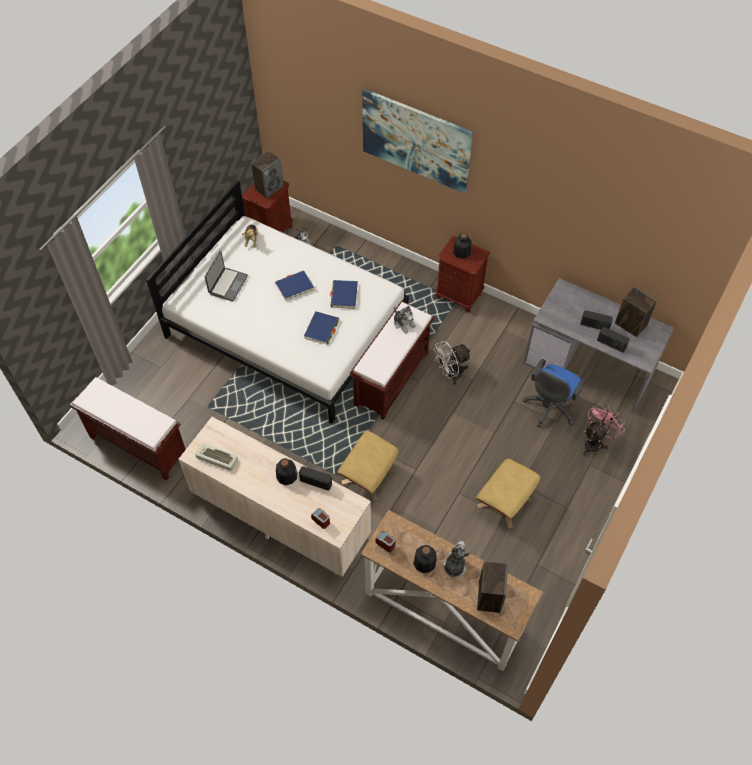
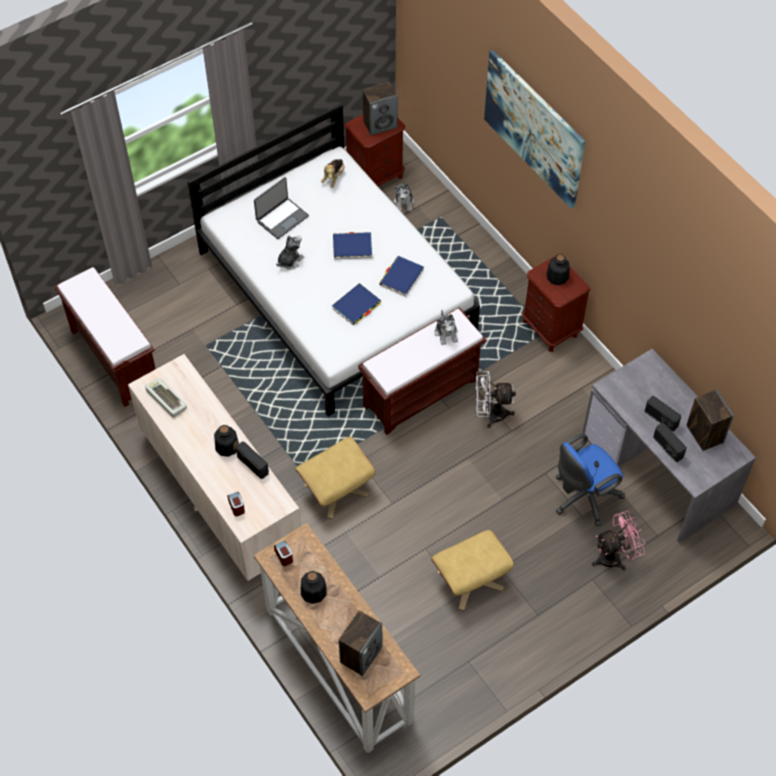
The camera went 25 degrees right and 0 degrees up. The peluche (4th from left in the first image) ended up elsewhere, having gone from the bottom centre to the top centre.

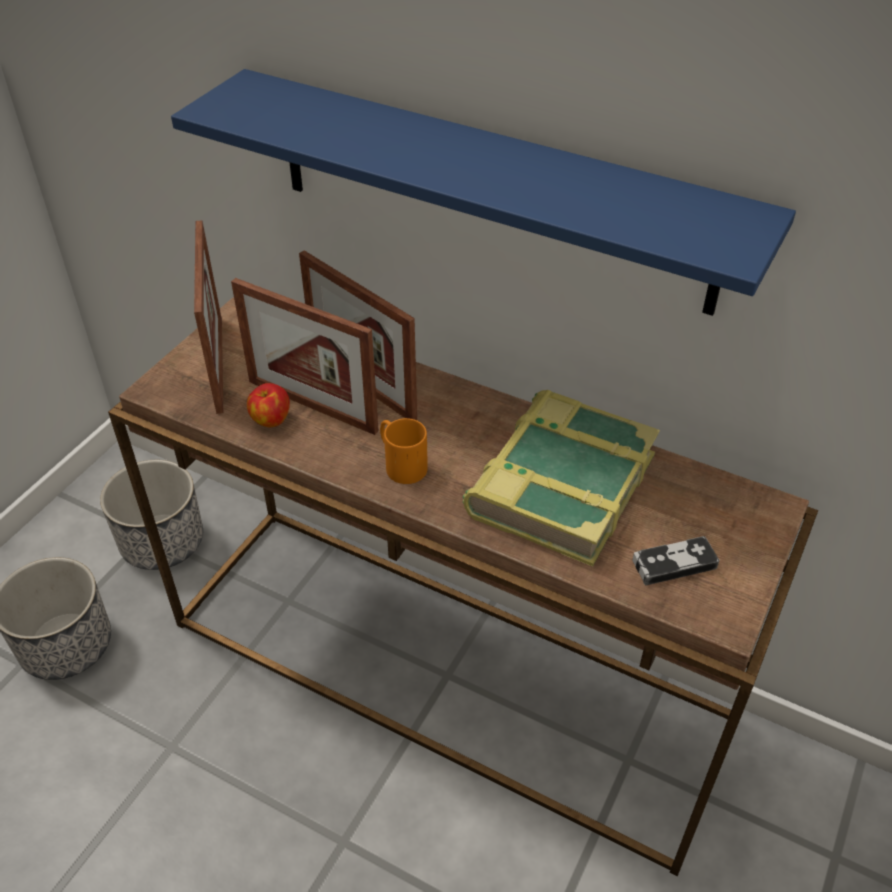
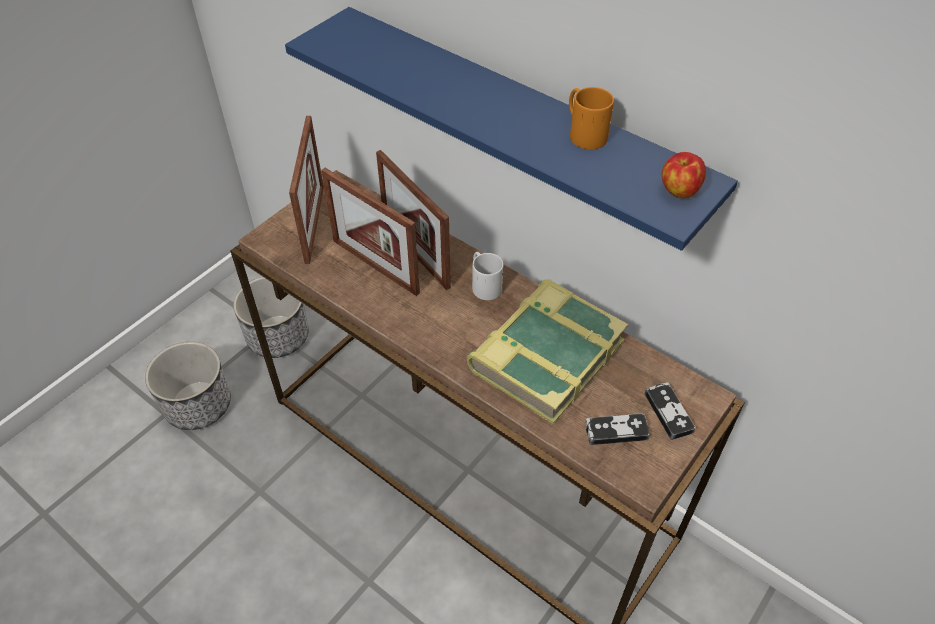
The camera went 10 degrees right and 5 degrees up. The pomme ended up elsewhere, having gone from the middle left to the top right. The mug (orange) ended up elsewhere, having gone from the centre to the top centre. The second view gained the mug (blanc) at the centre. The second view gained the manette (2nd from left) at the middle right.

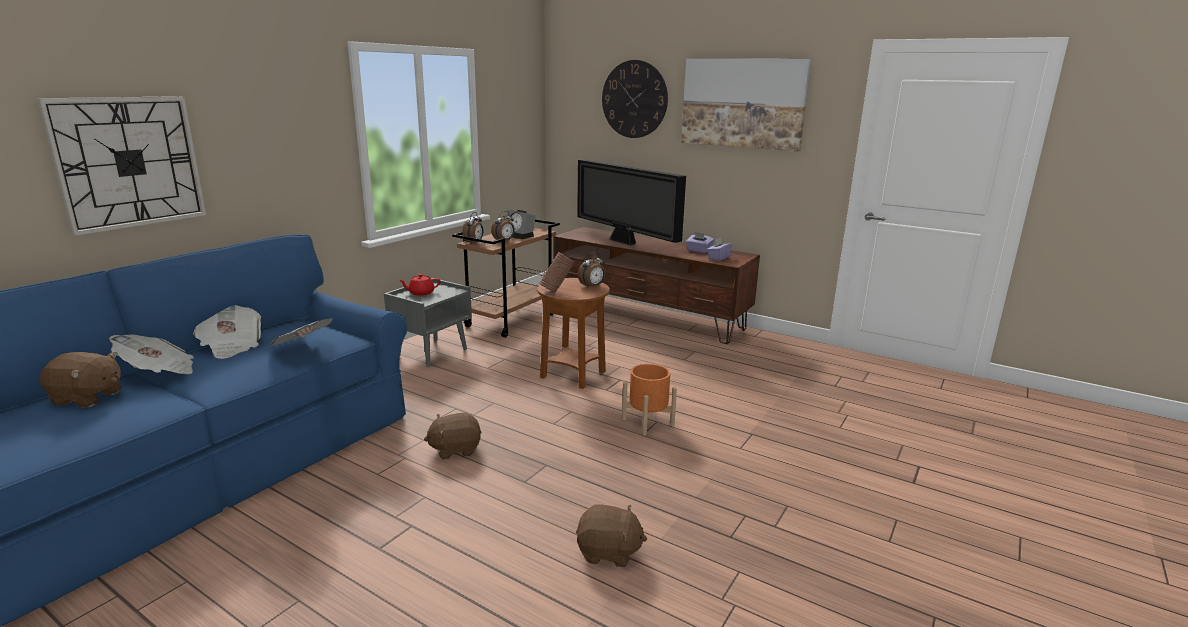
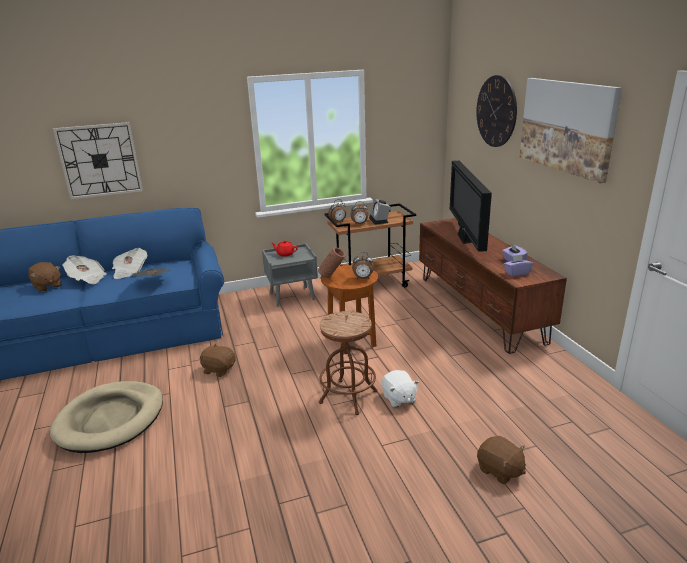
The camera went 40 degrees right and 5 degrees up. The peluche (marron) (3rd from left) ended up elsewhere, having gone from the bottom centre to the bottom right. Where the cache-pot (orange) stood at the centre, the tabouret (marron) came to stand at the centre. The second view gained the panier pour chien (beige) at the bottom left. The second view gained the peluche (blanc) at the bottom centre.

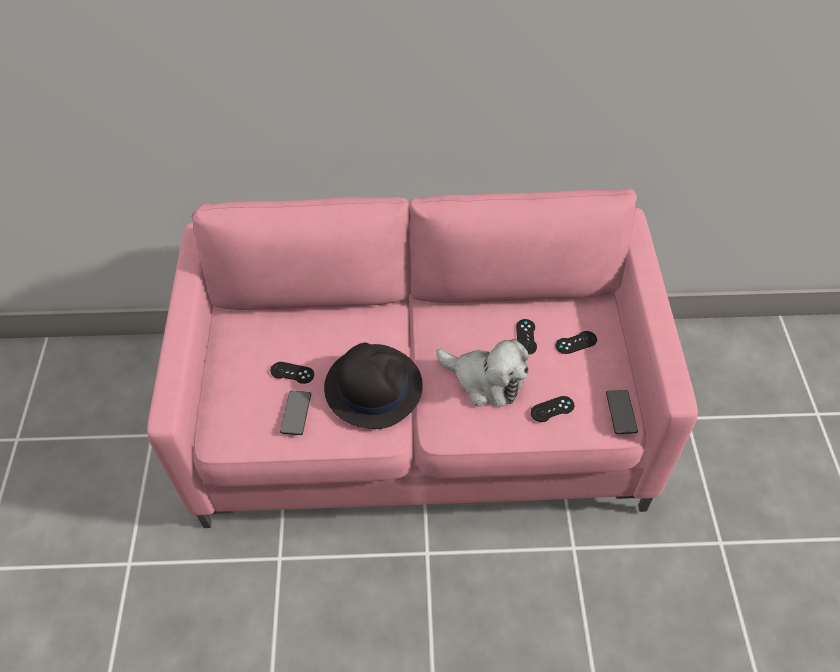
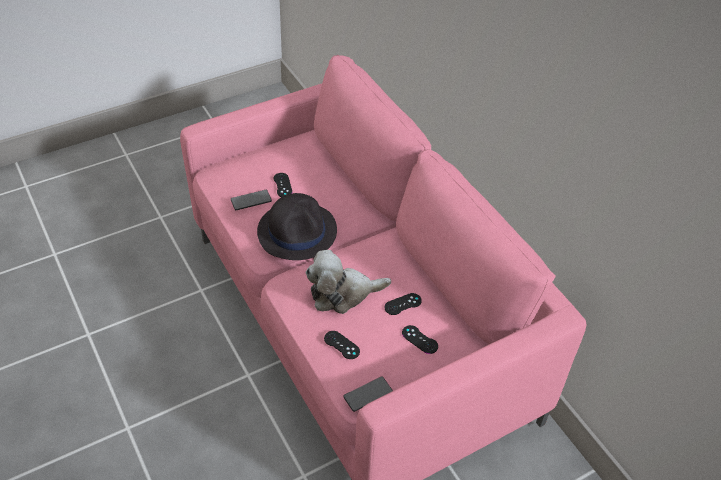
The camera went 60 degrees right and 5 degrees down. The peluche at the centre ended up facing another way, 75 degrees clockwise from before.

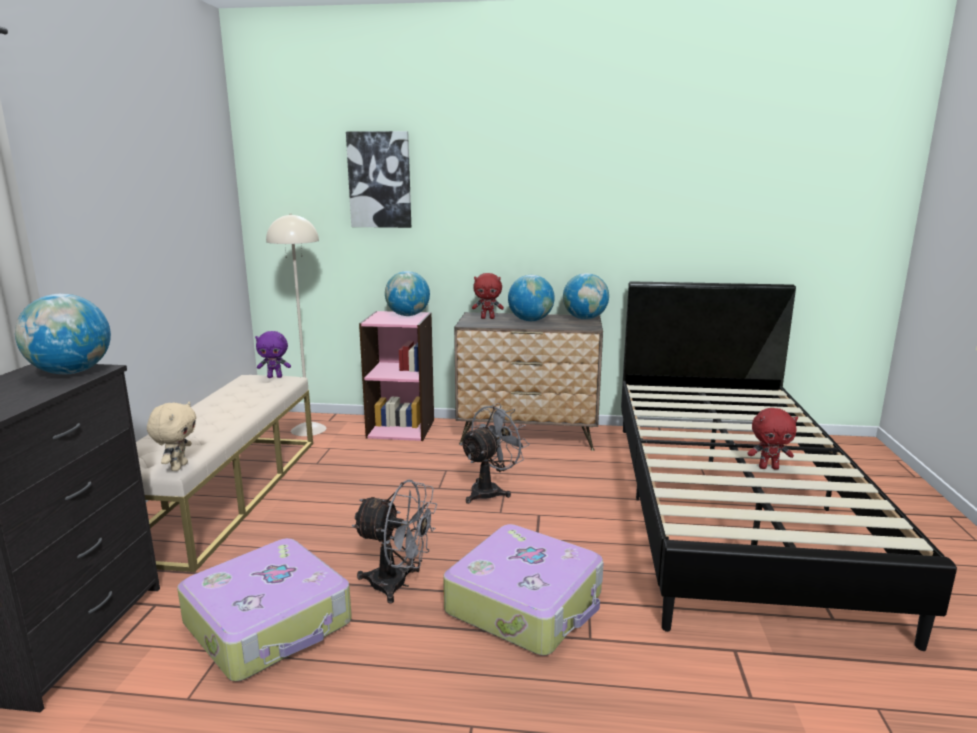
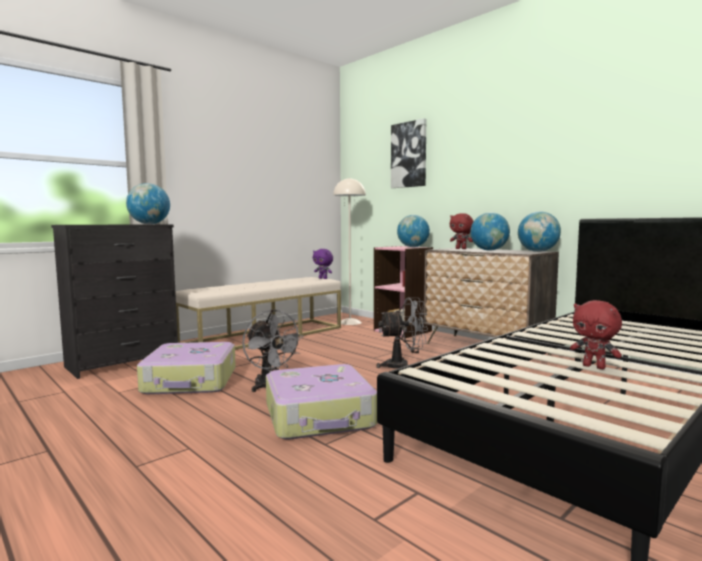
The camera went 40 degrees right and 10 degrees down. The second view lost the peluche (beige) at the middle left.

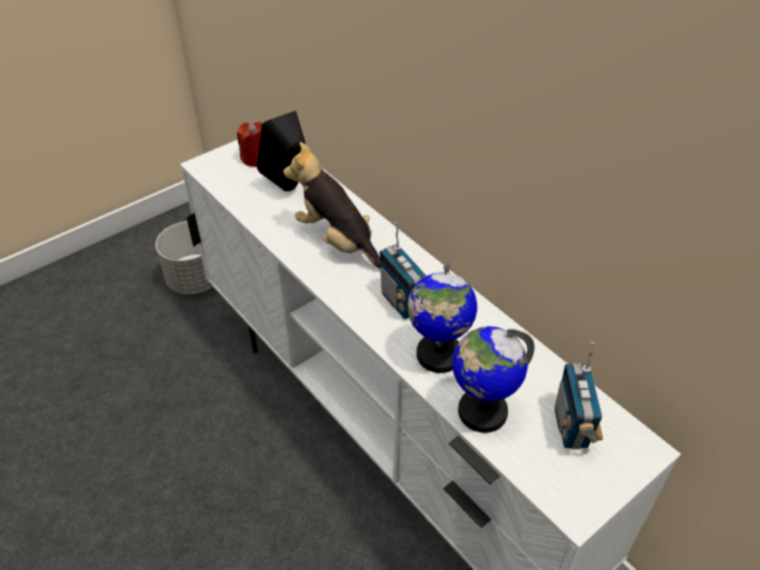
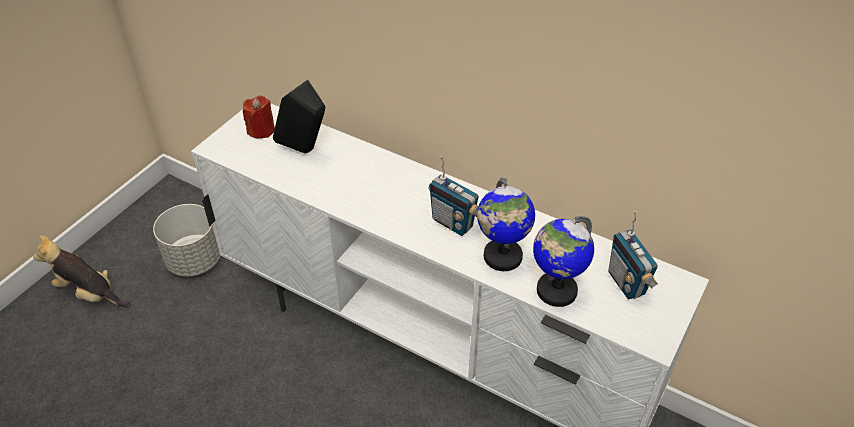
The camera went 20 degrees left and 0 degrees up. The peluche ended up elsewhere, having gone from the centre to the middle left.

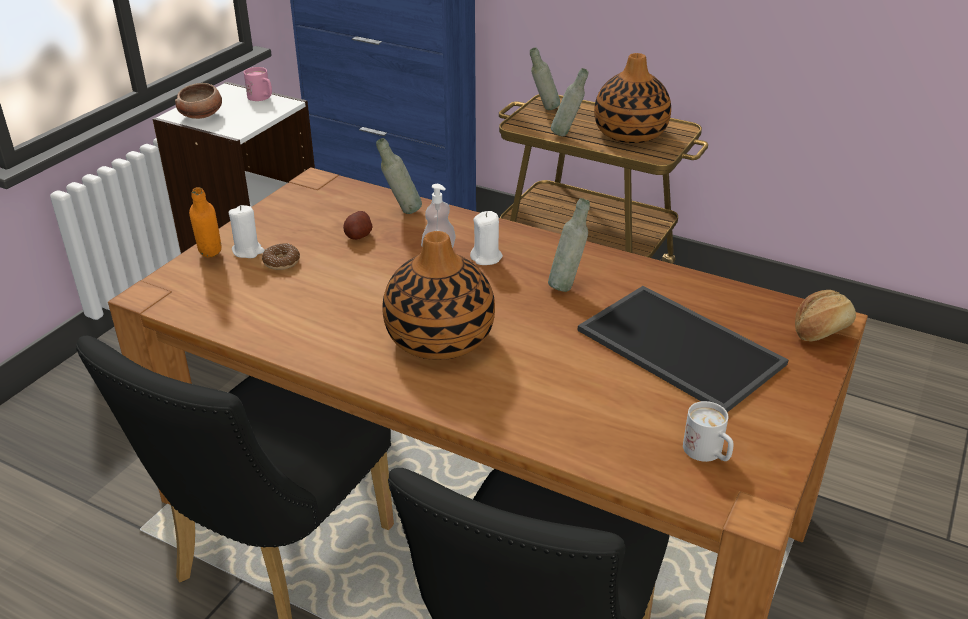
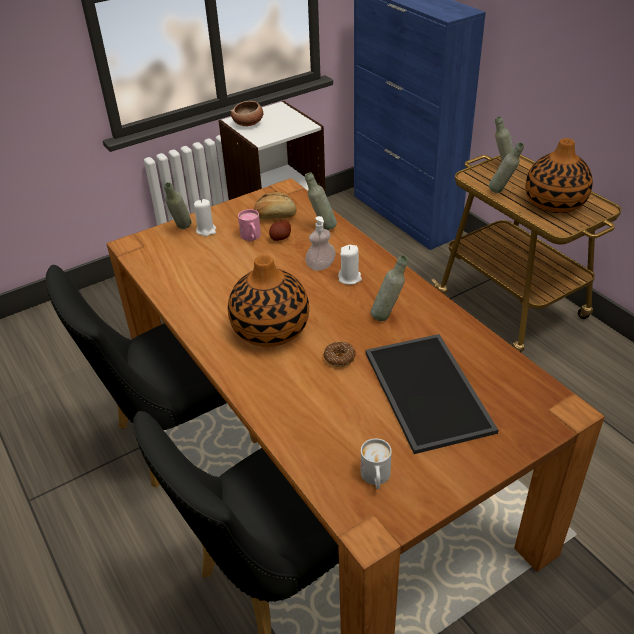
The camera went 30 degrees right and 5 degrees up. What was the bouteille (orange) at the middle left turned into the bouteille (gris) (1st from left) at the top left. The mug (rose) ended up elsewhere, having gone from the top left to the centre. The beignet ended up elsewhere, having gone from the middle left to the centre. The pain ended up elsewhere, having gone from the middle right to the top centre.

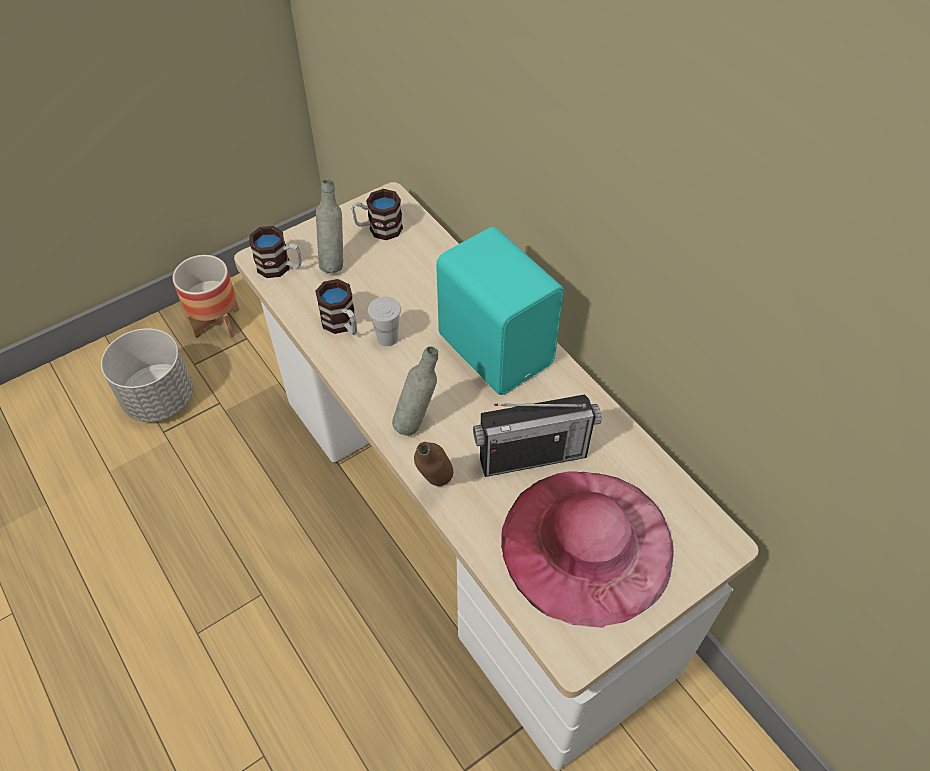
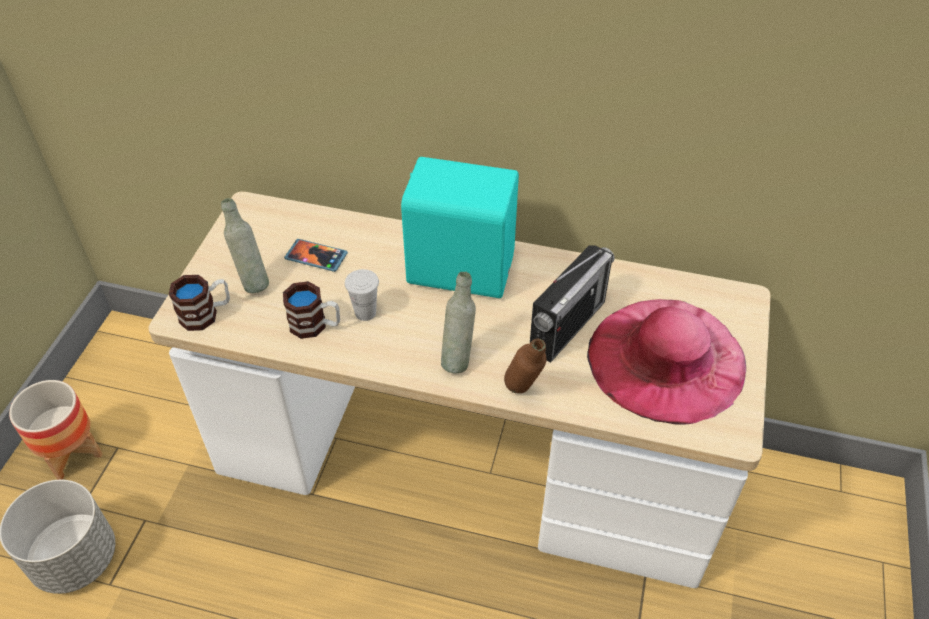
The camera went 40 degrees left and 5 degrees down. The second view lost the mug (3rd from left) at the top centre. The second view gained the téléphone at the centre.

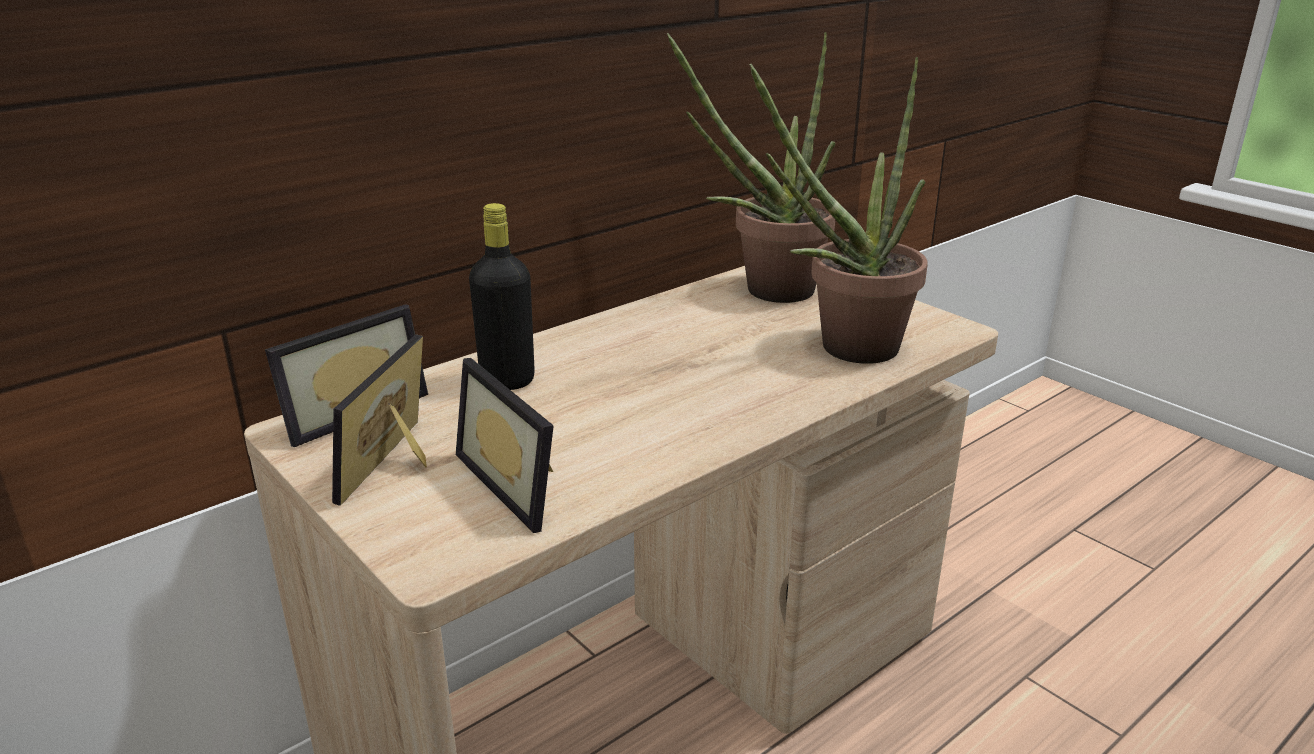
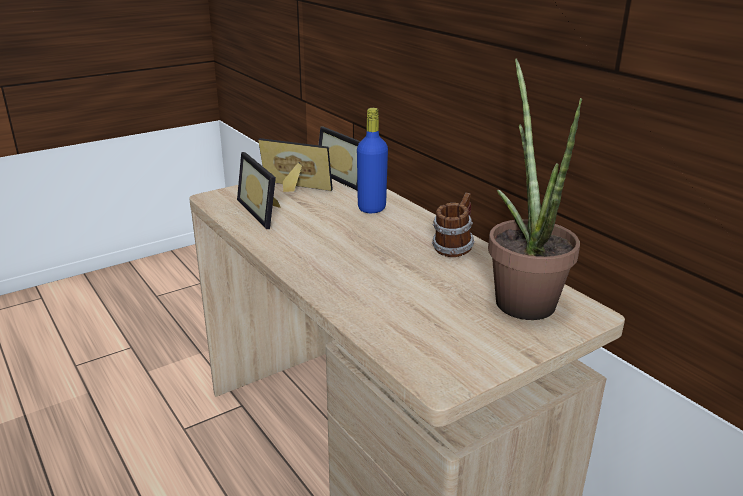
The camera went 95 degrees right and 0 degrees up. The cadre photo (3rd from left in the first image) at the centre ended up facing another way, 90 degrees counterclockwise from before. What was the bouteille (noir) at the centre turned into the bouteille (bleu) at the top centre. The second view lost the plante en pot (2nd from left) at the top centre. The second view gained the mug at the centre.

